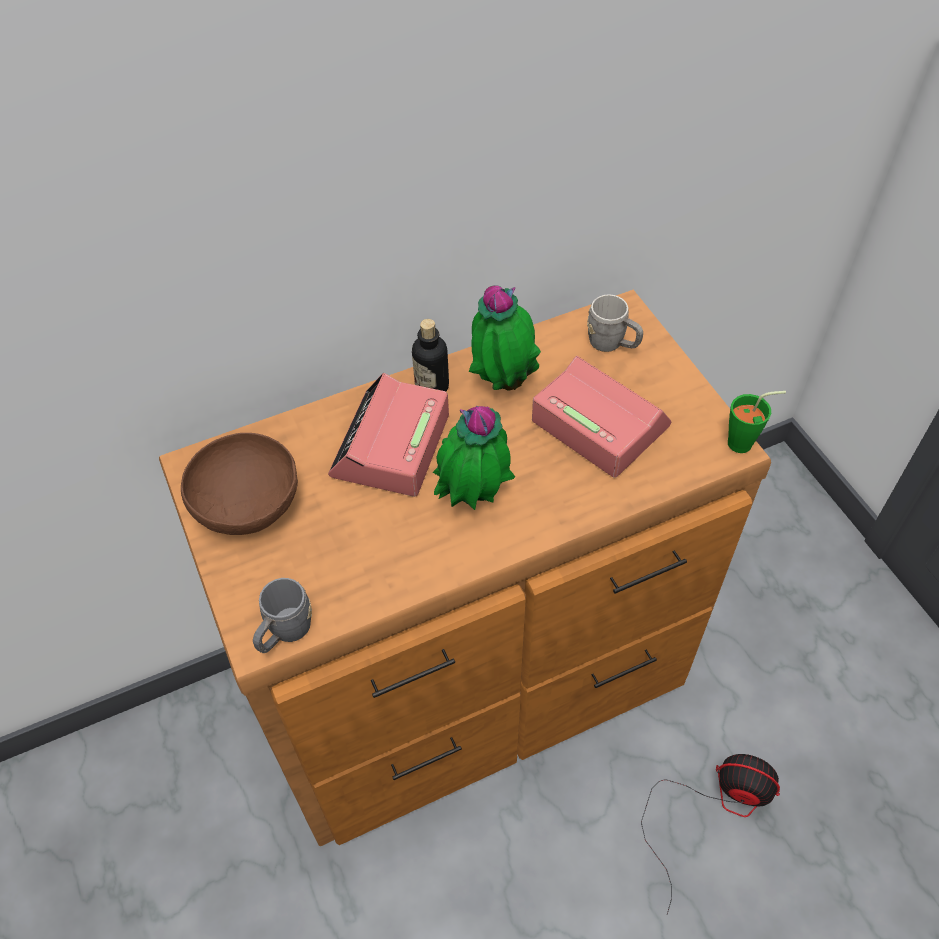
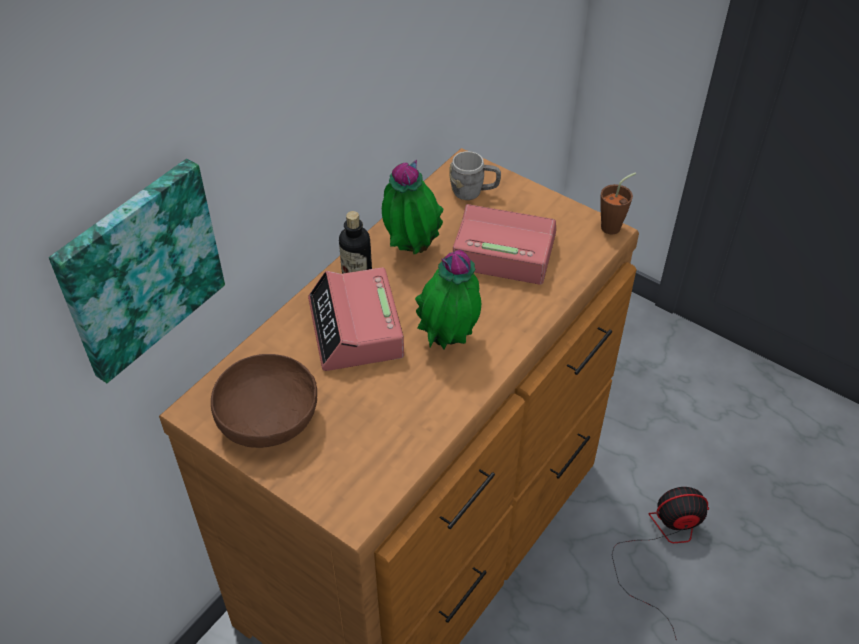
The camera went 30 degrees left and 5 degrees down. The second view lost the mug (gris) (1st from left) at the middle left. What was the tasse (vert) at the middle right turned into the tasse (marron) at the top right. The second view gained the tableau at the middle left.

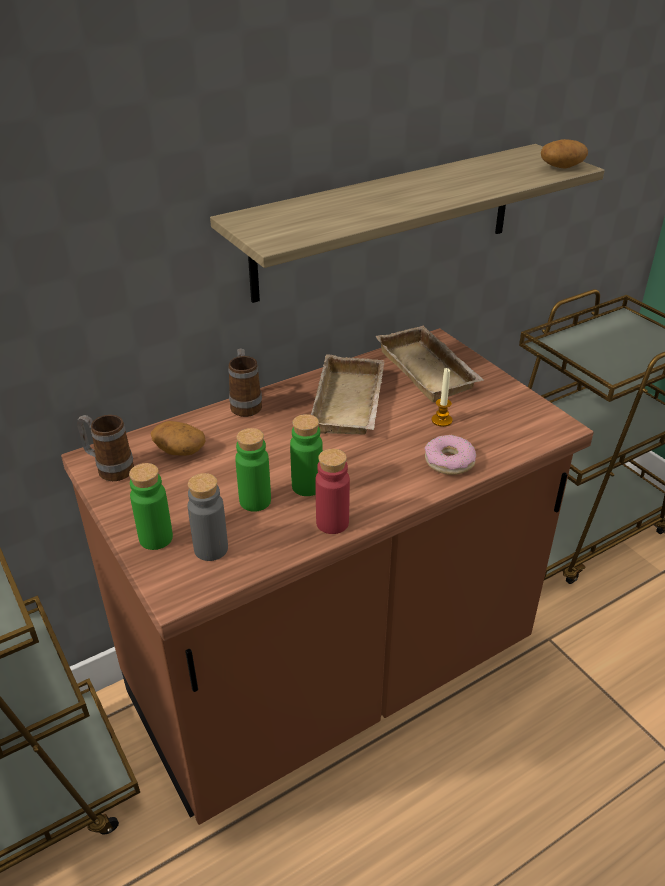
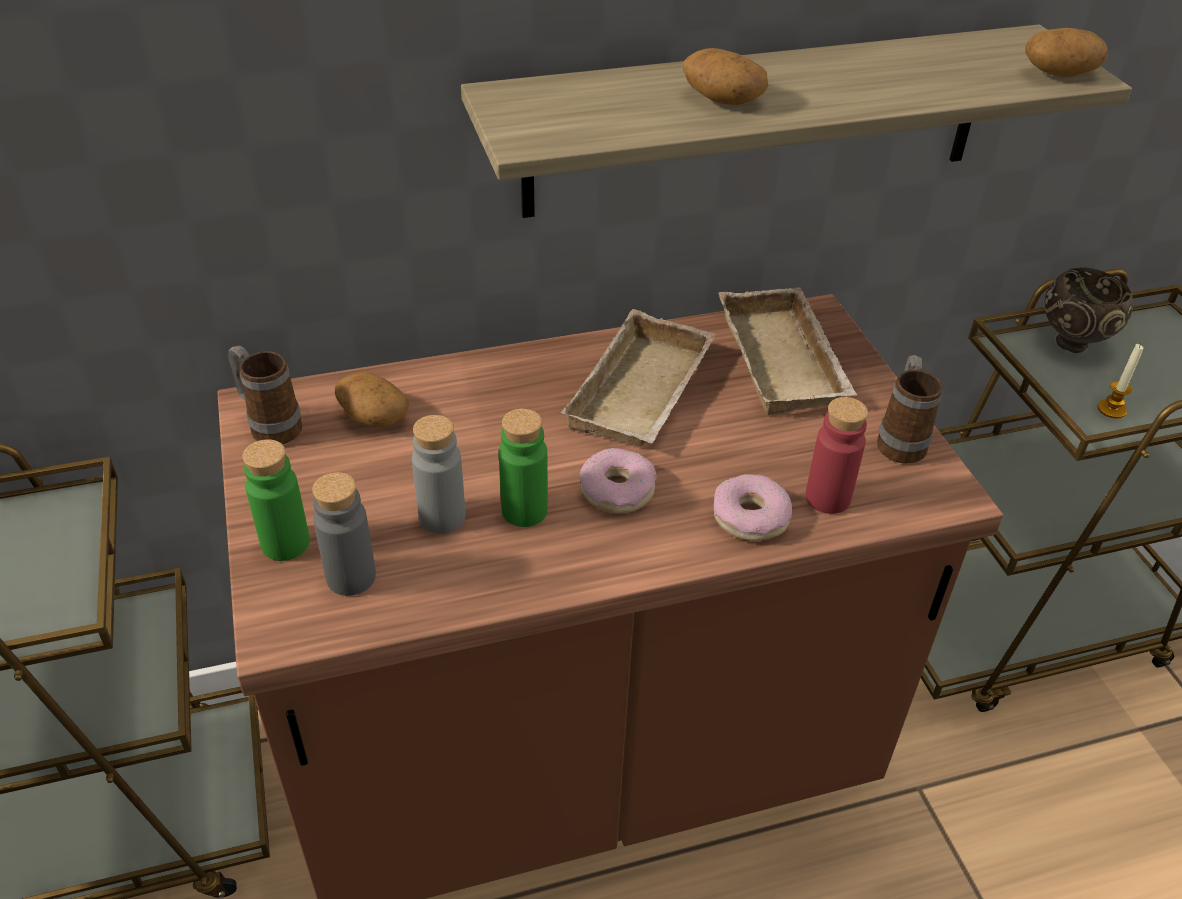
The camera went 15 degrees right and 5 degrees up. The mug (2nd from left) ended up elsewhere, having gone from the centre to the middle right. What was the bouteille (vert) (2nd from left) at the centre turned into the bouteille (gris) (2nd from left) at the centre. The bouteille (rouge) ended up elsewhere, having gone from the centre to the middle right. The bougie ended up elsewhere, having gone from the centre to the middle right. The second view gained the beignet (1st from left) at the centre. The second view gained the pomme de terre (2nd from left) at the top centre. The second view gained the bol (marron) at the middle right.

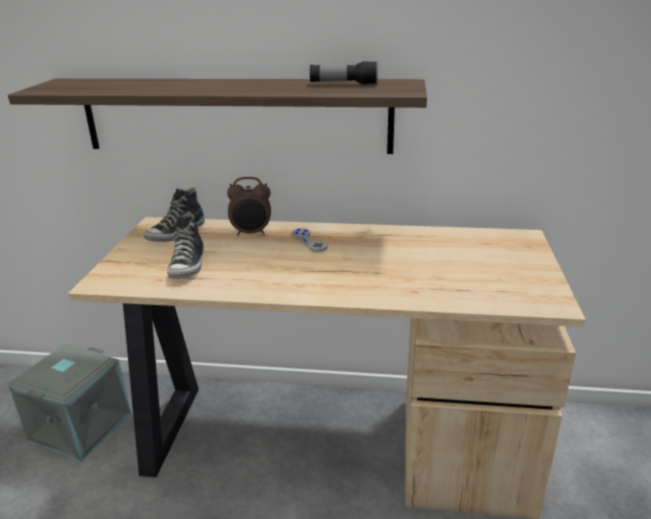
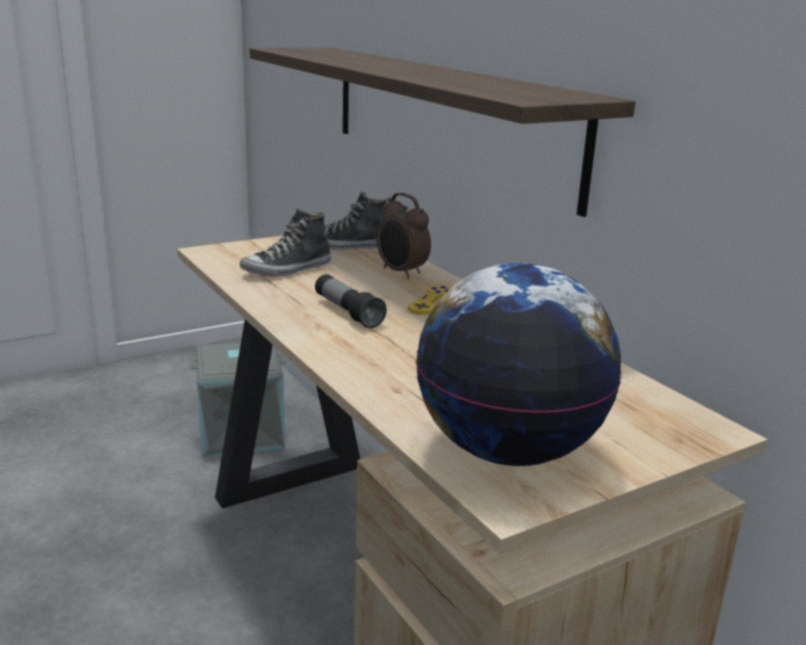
The camera went 50 degrees right and 5 degrees down. What was the manette (gris) at the centre turned into the manette (jaune) at the centre. The lampe de poche ended up elsewhere, having gone from the top centre to the centre. The second view gained the globe at the centre.

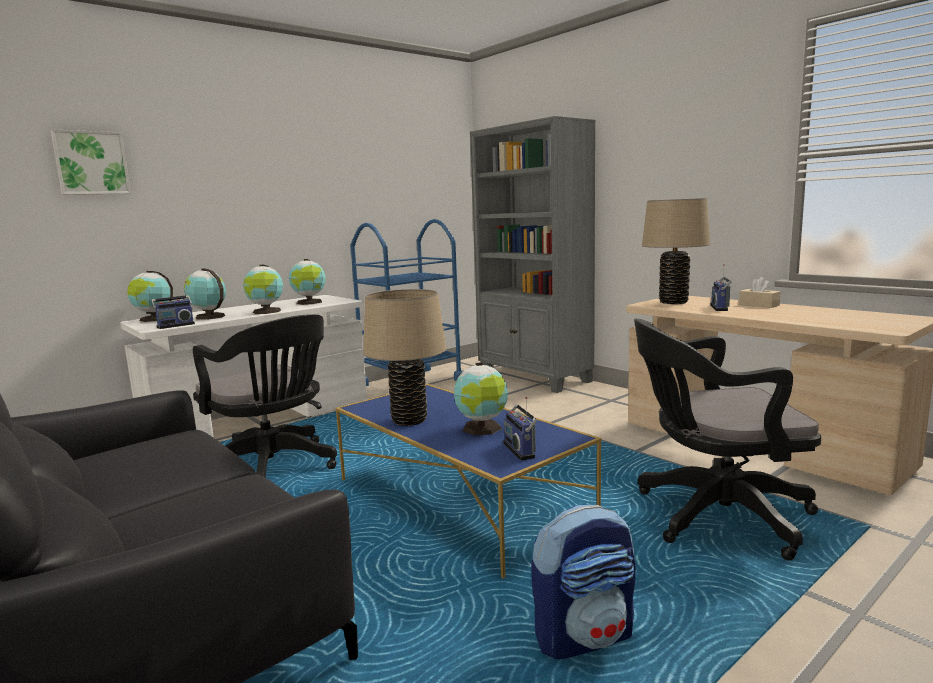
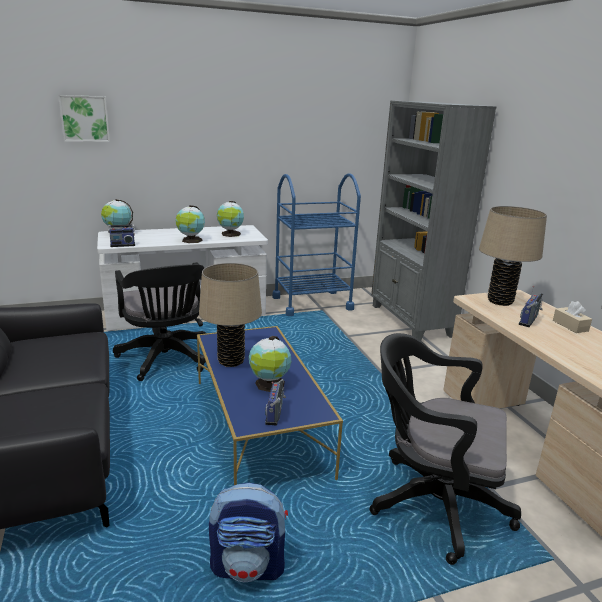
The camera went 20 degrees right and 10 degrees up. The second view lost the globe (2nd from left) at the middle left.

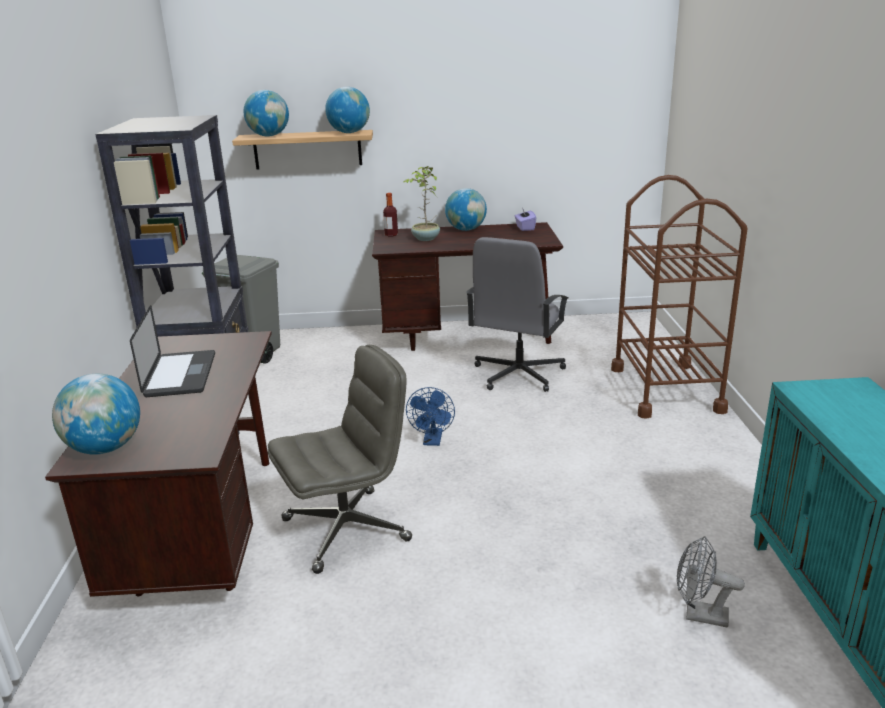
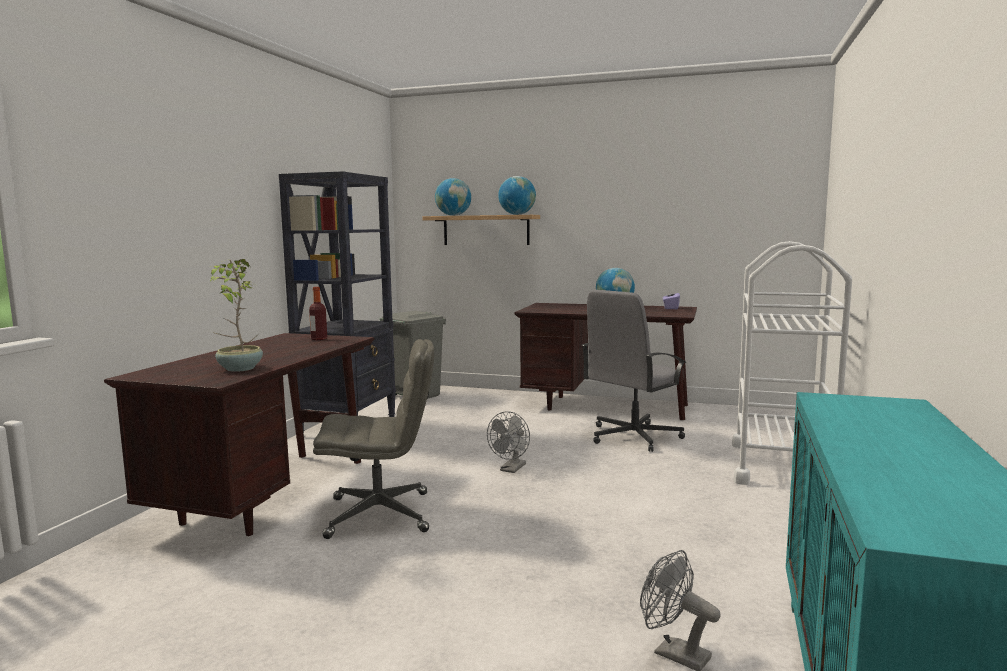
The camera went 20 degrees right and 15 degrees down. The second view lost the globe (1st from left) at the middle left. The second view lost the ordinateur portable at the middle left. The bouteille ended up elsewhere, having gone from the top centre to the middle left. The plante en pot ended up elsewhere, having gone from the top centre to the middle left. What was the ventilateur (bleu) at the centre turned into the ventilateur (gris) (1st from left) at the centre. What was the chariot (marron) at the middle right turned into the chariot (blanc) at the middle right.

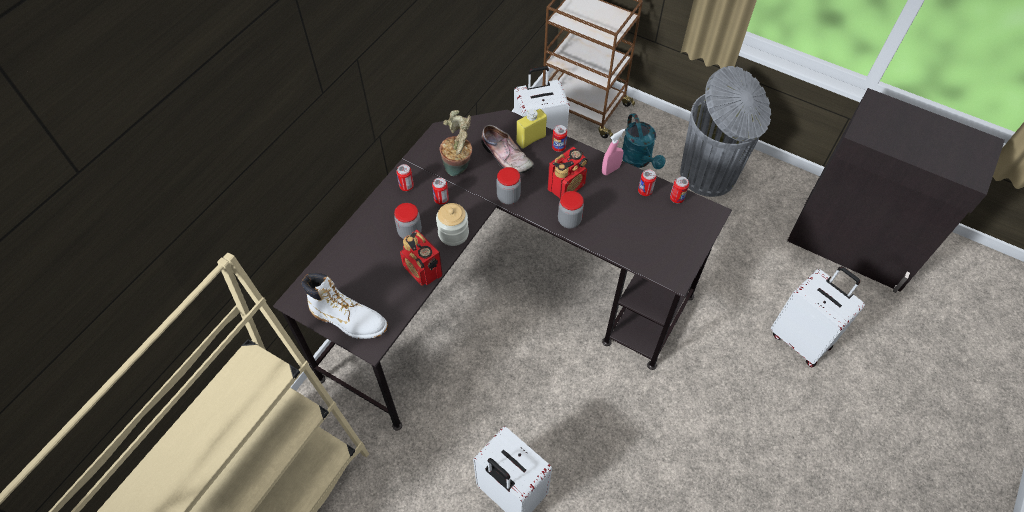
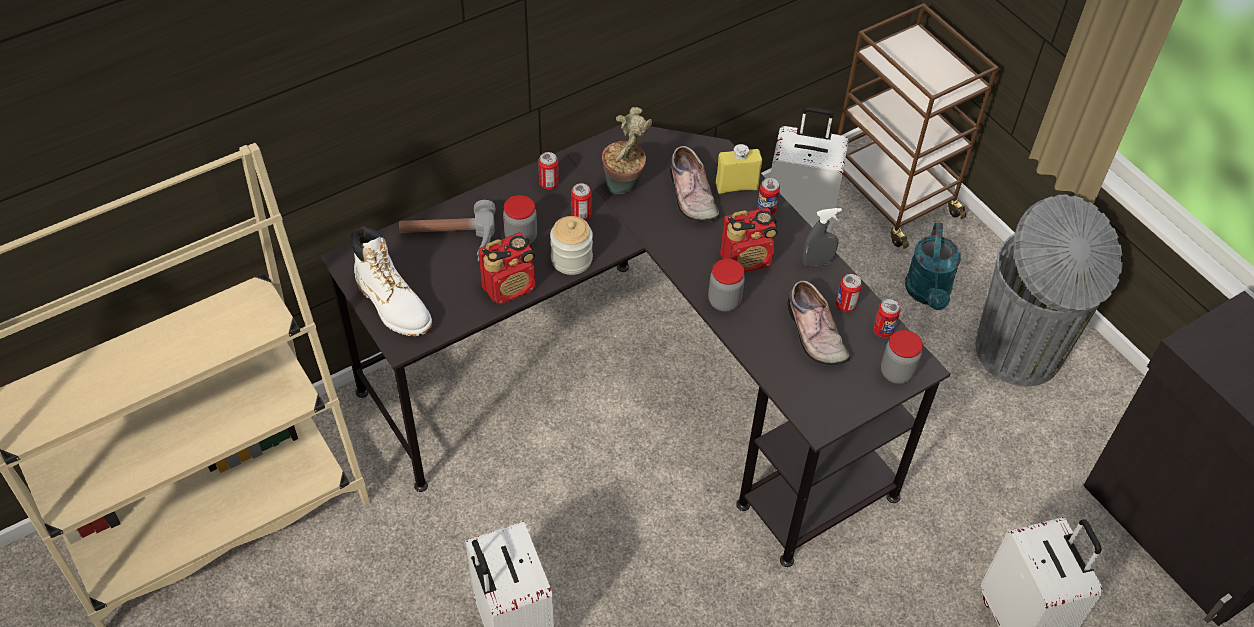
The camera went 25 degrees right and 5 degrees down. The radio (1st from left) at the centre ended up facing another way, 105 degrees counterclockwise from before. The bocal (3rd from left in the first image) ended up elsewhere, having gone from the centre to the middle right. What was the vaporisateur (rose) at the top centre turned into the vaporisateur (gris) at the centre. The second view gained the marteau at the centre. The second view gained the chaussure (2nd from left) at the centre.

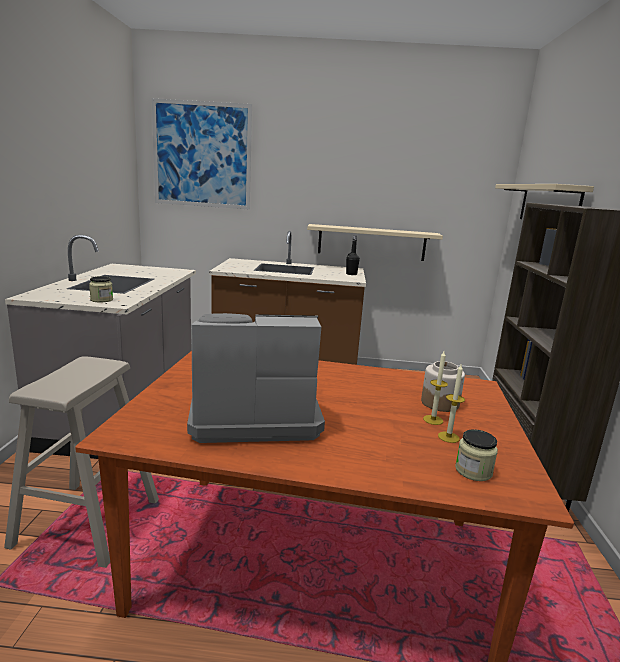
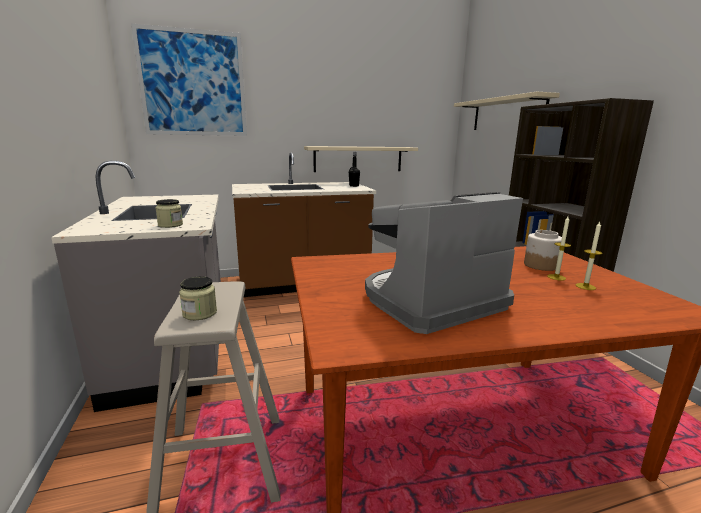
The camera went 20 degrees left and 0 degrees up. The bocal (3rd from left in the first image) ended up elsewhere, having gone from the bottom right to the middle left.

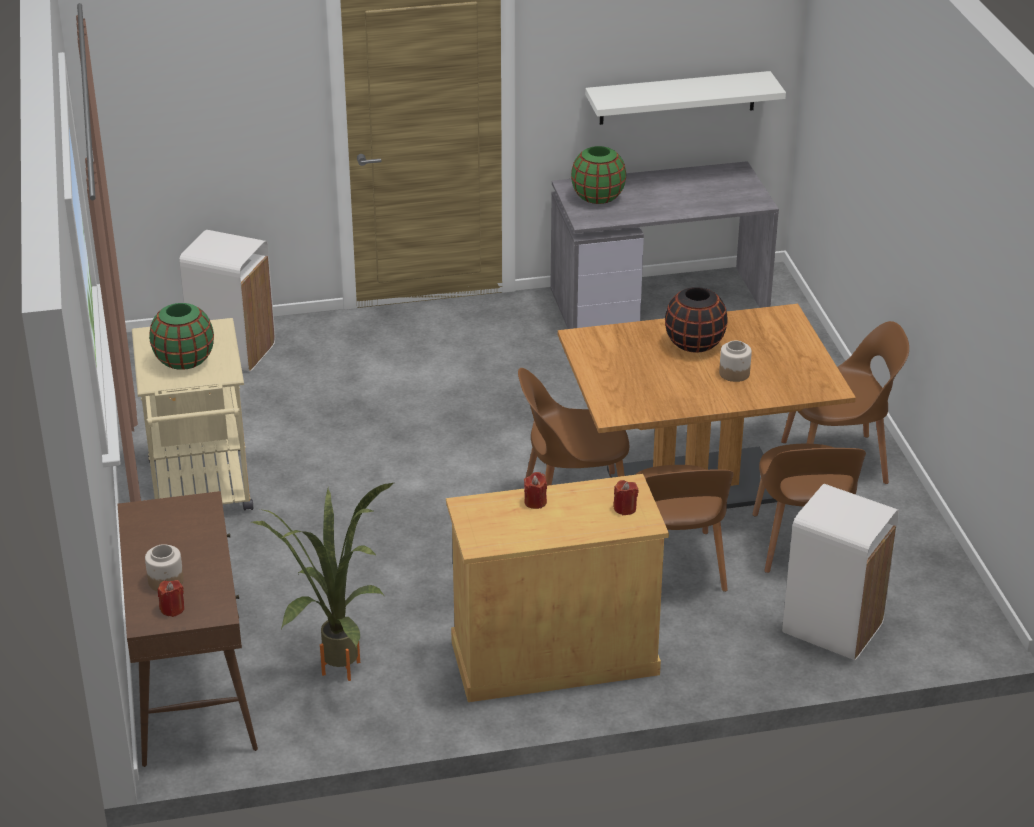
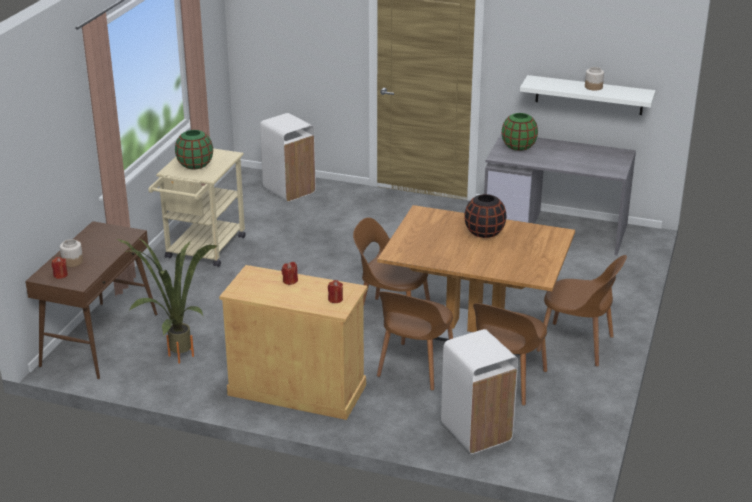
The camera went 30 degrees right and 5 degrees down. The bocal (2nd from left) ended up elsewhere, having gone from the middle right to the top right.

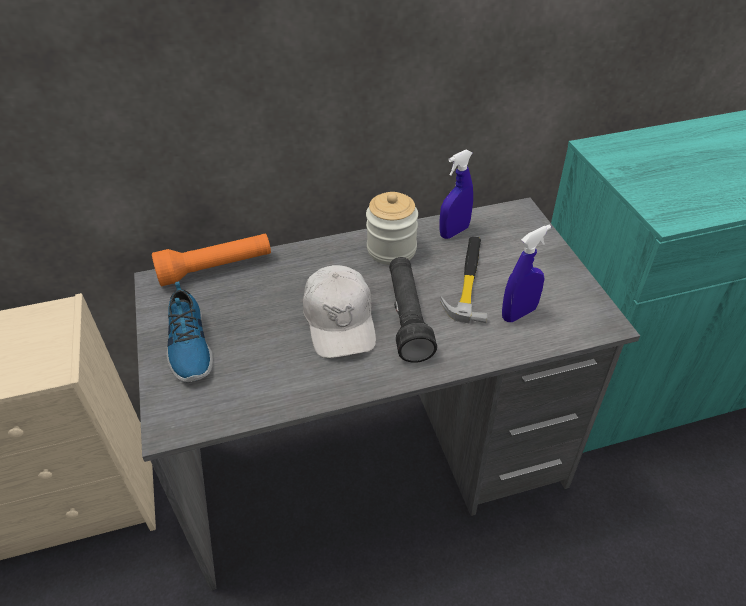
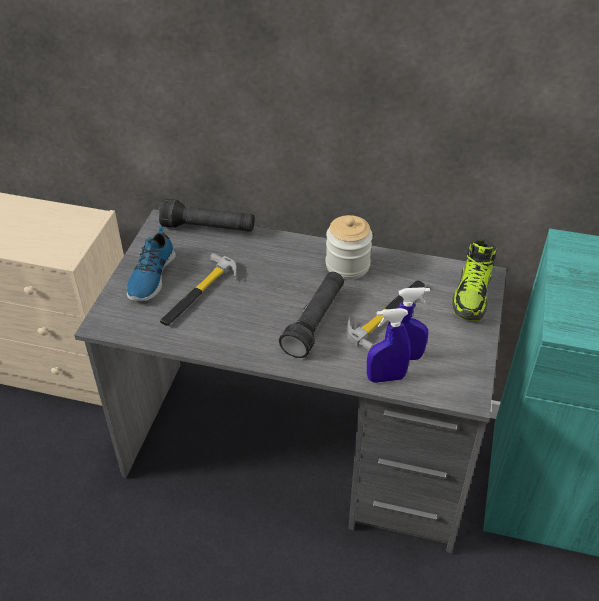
The camera went 30 degrees right and 0 degrees up. What was the lampe de poche (orange) at the middle left turned into the lampe de poche (noir) (1st from left) at the centre. The second view lost the casquette (blanc) at the centre. The vaporisateur (bleu) (1st from left) ended up elsewhere, having gone from the top centre to the centre. The second view gained the marteau (1st from left) at the middle left. The second view gained the chaussure (2nd from left) at the middle right.

